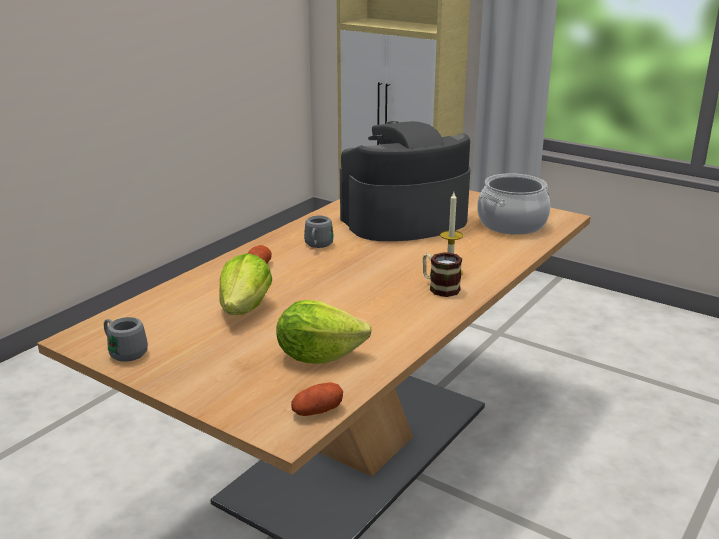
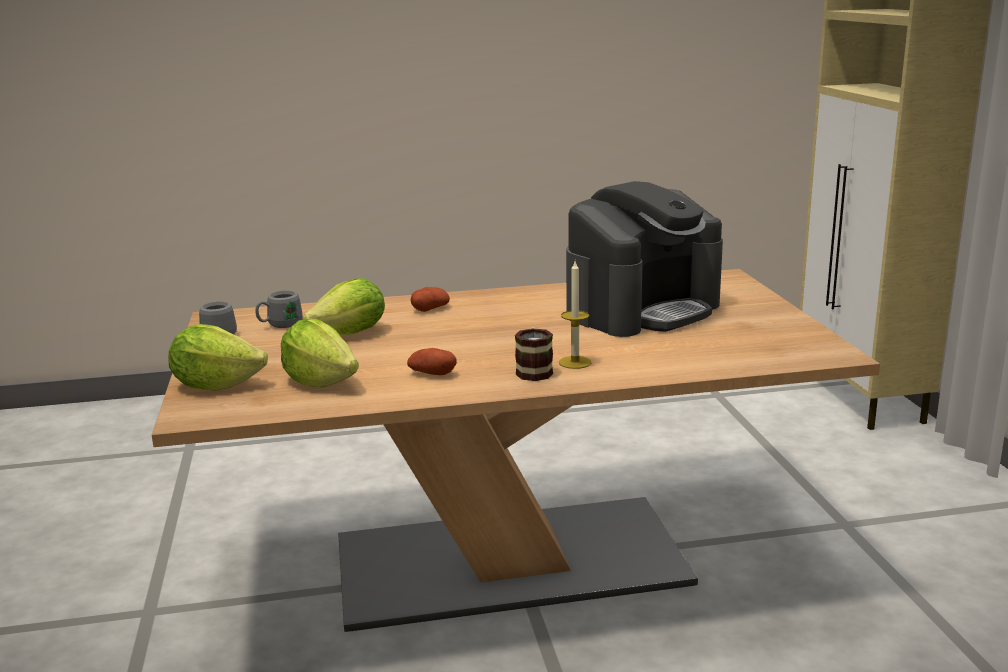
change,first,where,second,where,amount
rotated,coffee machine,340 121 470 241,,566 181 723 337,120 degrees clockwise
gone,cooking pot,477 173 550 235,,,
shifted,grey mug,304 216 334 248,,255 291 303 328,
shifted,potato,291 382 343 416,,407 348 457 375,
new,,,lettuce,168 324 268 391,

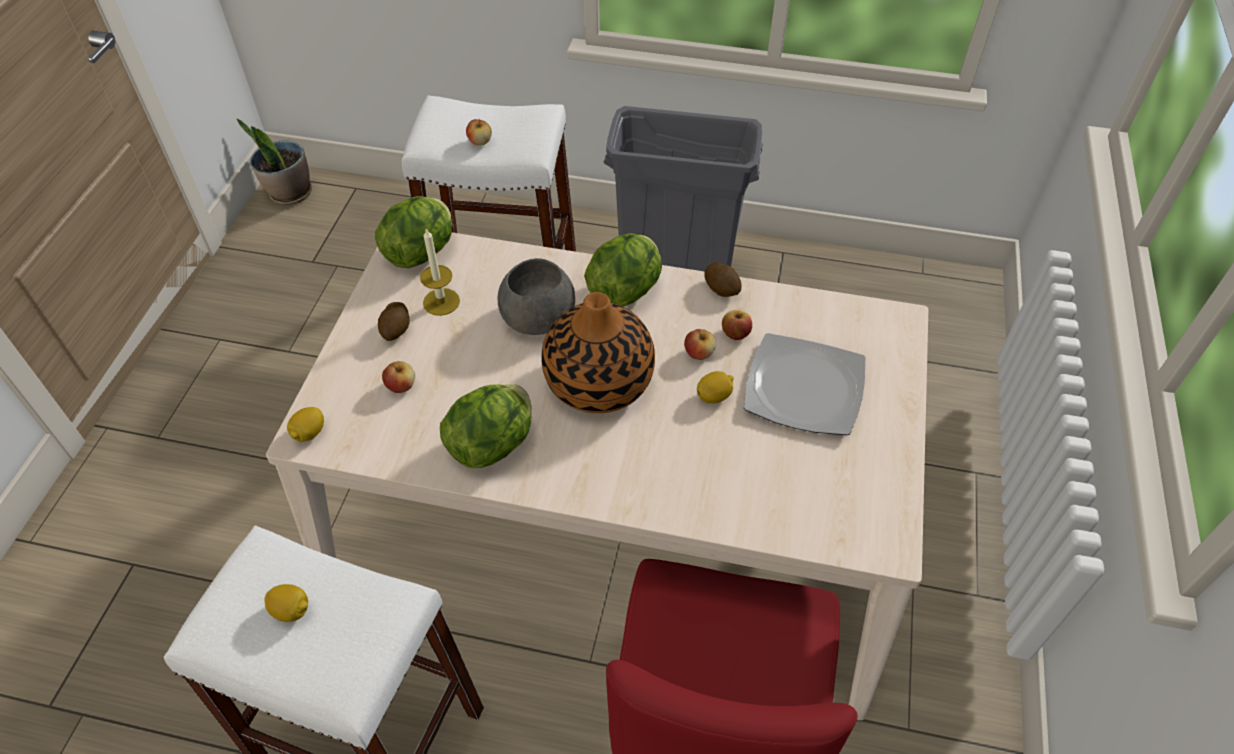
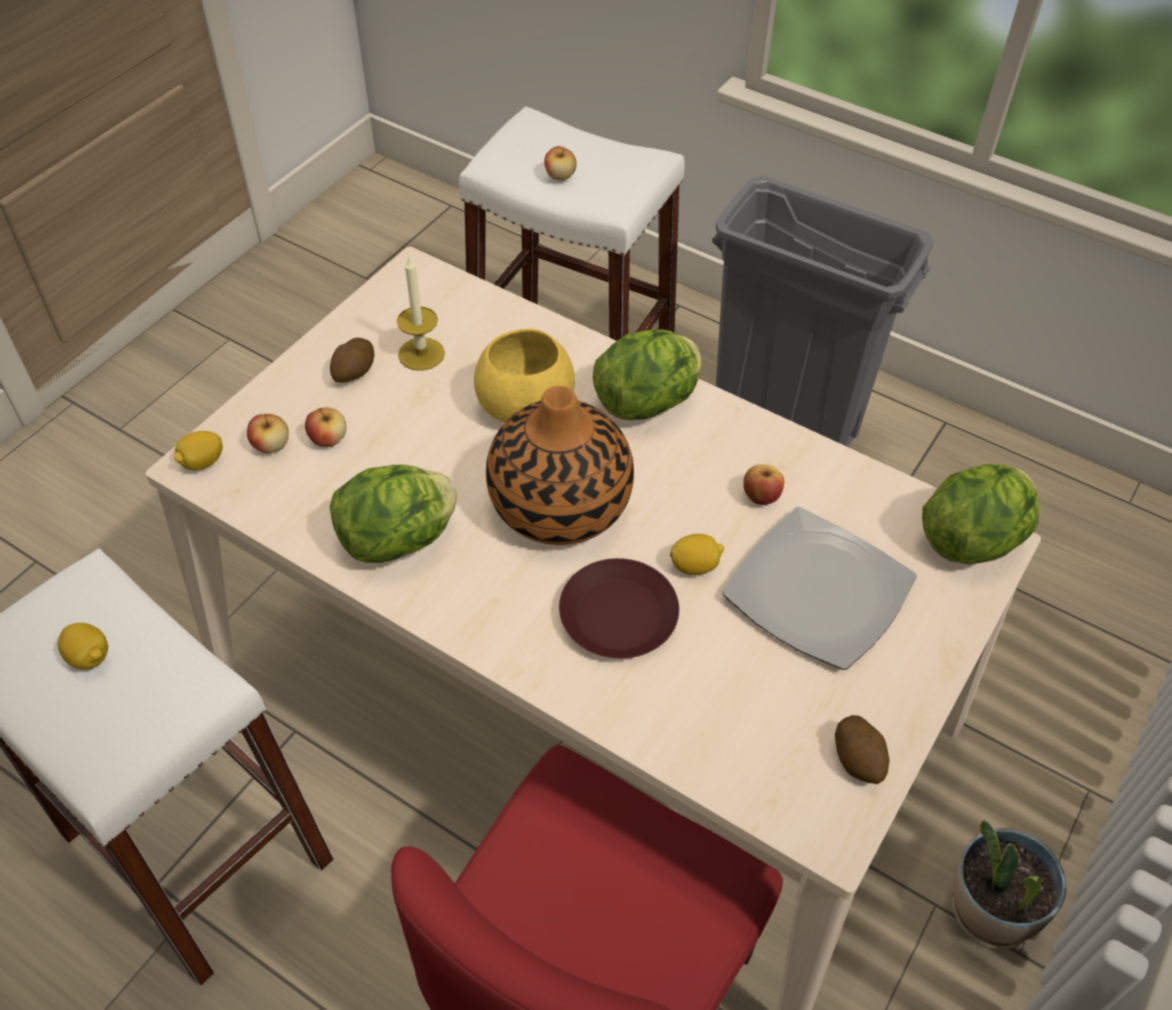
change,first,where,second,where,amount
shifted,potted plant,237 119 312 205,,953 820 1067 949,
shifted,lettuce,375 196 452 268,,922 464 1040 564,
repainted,grey bowl,498 258 575 335,yellow bowl,474 329 575 423,
shifted,potato,704 262 742 297,,835 715 889 784,
shifted,apple,684 329 716 360,,247 414 289 454,
new,,,brown plate,559 558 679 659,

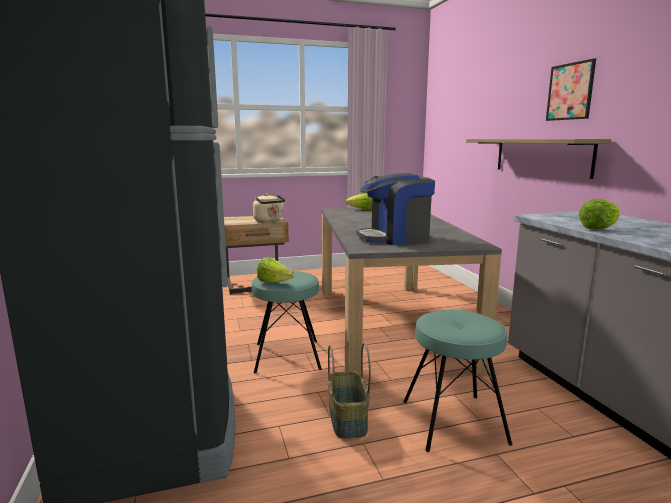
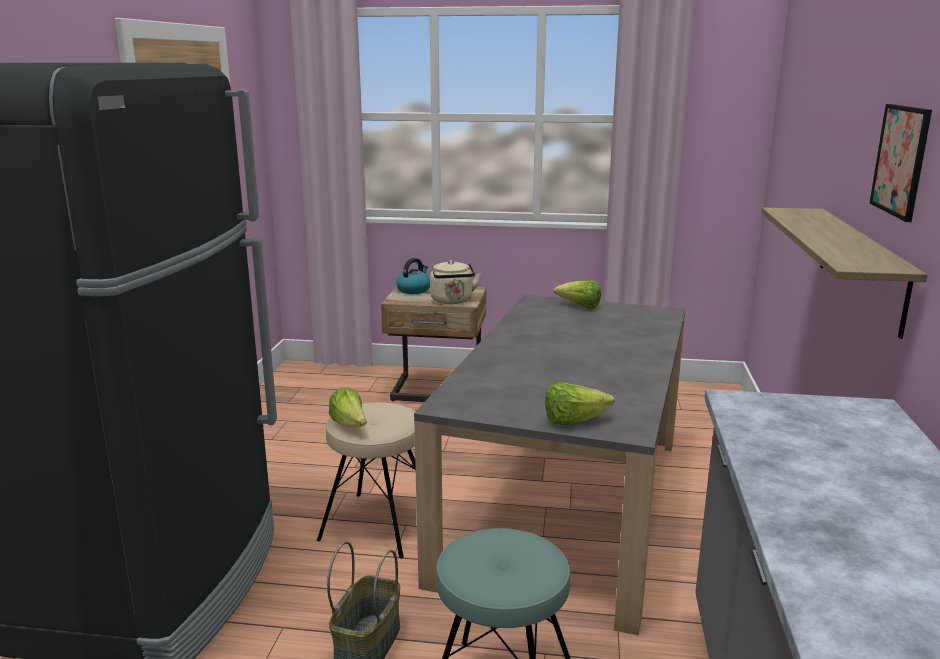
change,first,where,second,where,amount
gone,coffee machine,356 173 435 245,,,
shifted,lettuce,578 199 619 230,,545 382 614 425,
repainted,turquoise stool,252 271 322 374,beige stool,317 402 416 559,
new,,,kettle,396 258 430 294,

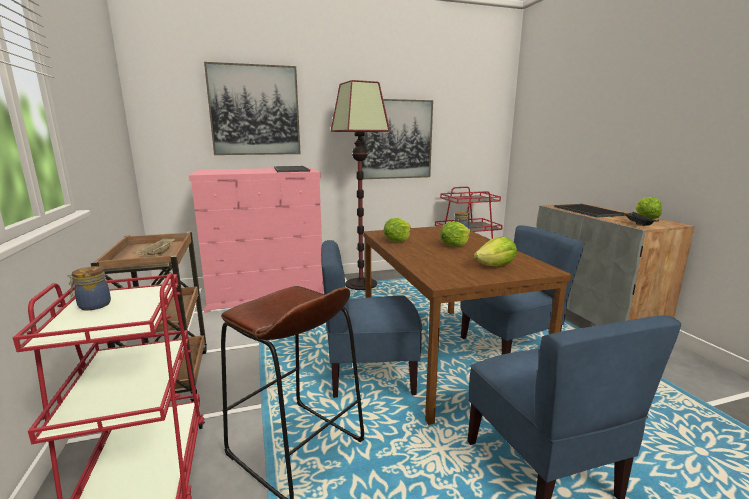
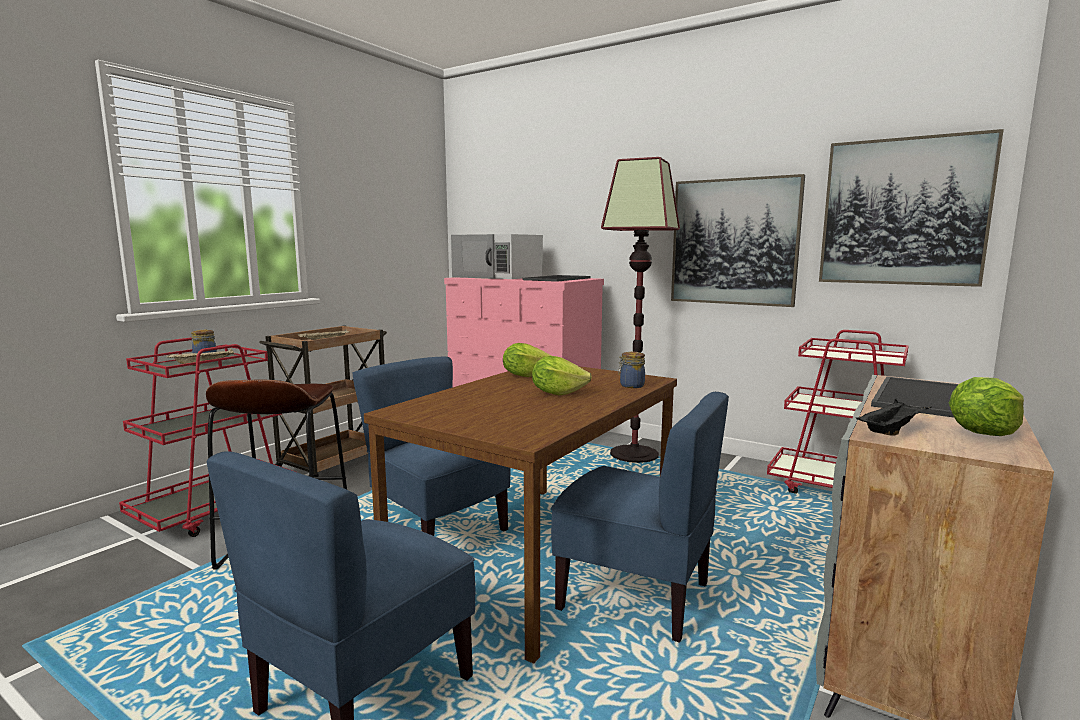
change,first,where,second,where,amount
shifted,picture,204 62 301 155,,819 129 1004 287,
gone,lettuce,474 237 517 266,,,
new,,,white microwave,451 234 543 279,
new,,,beige tray,167 349 235 366,

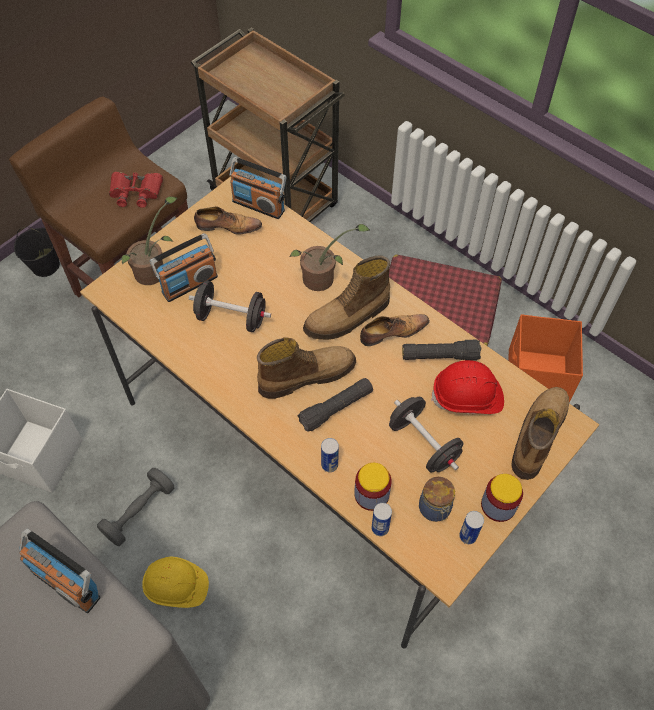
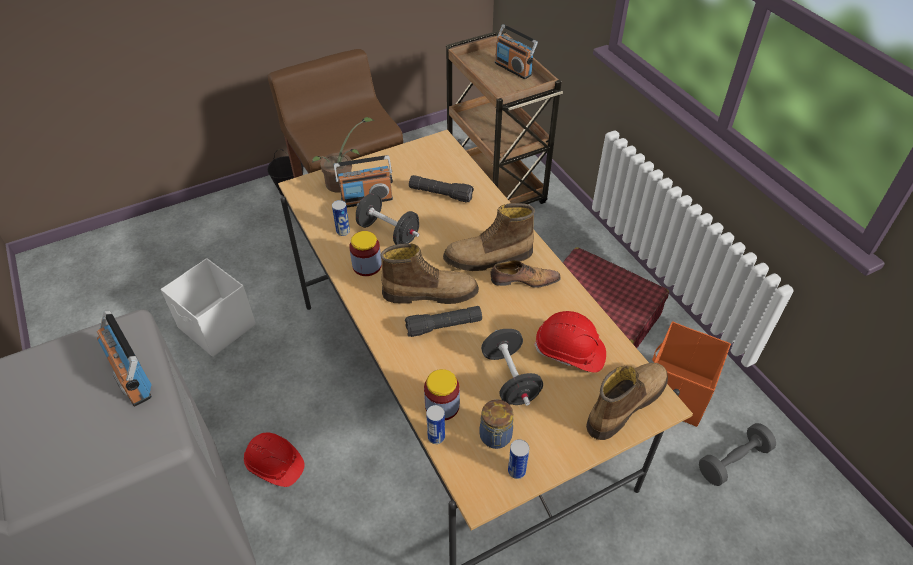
change,first,where,second,where,amount
shifted,radio,230 157 286 219,,495 24 538 79,
gone,red binoculars,109 172 163 208,,,
gone,shoe,194 206 262 234,,,
gone,potted plant,290 224 370 291,,,
shifted,black flashlight,402 340 481 361,,409 175 474 203,
shifted,can,321 438 339 472,,332 200 350 236,
shifted,grey dumbbell,97 468 174 546,,699 423 776 486,
shifted,jar,481 474 523 522,,349 231 382 276,
repainted,yellow hard hat,142 557 209 608,red hard hat,244 433 305 487,

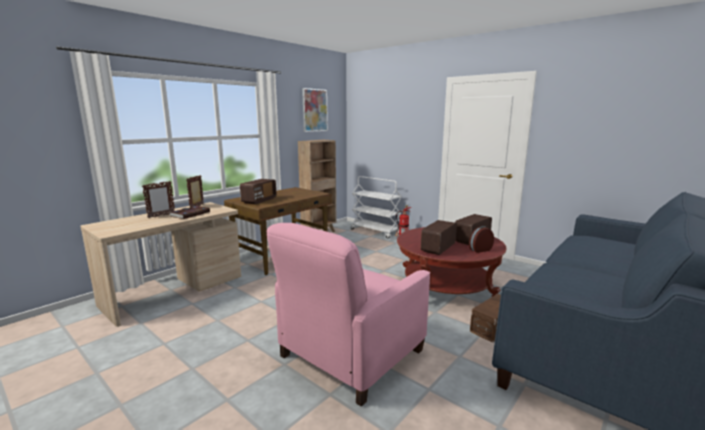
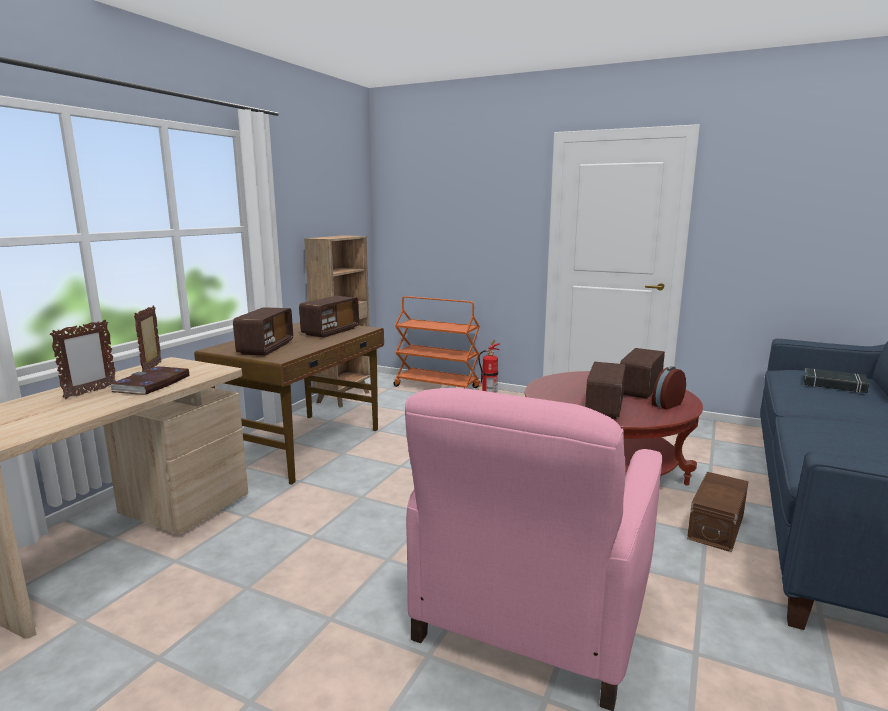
change,first,where,second,where,amount
gone,picture,302 88 328 132,,,
repainted,white cart,351 176 402 239,orange cart,394 296 480 389,
new,,,radio,299 296 359 338,
new,,,black book,804 368 869 393,

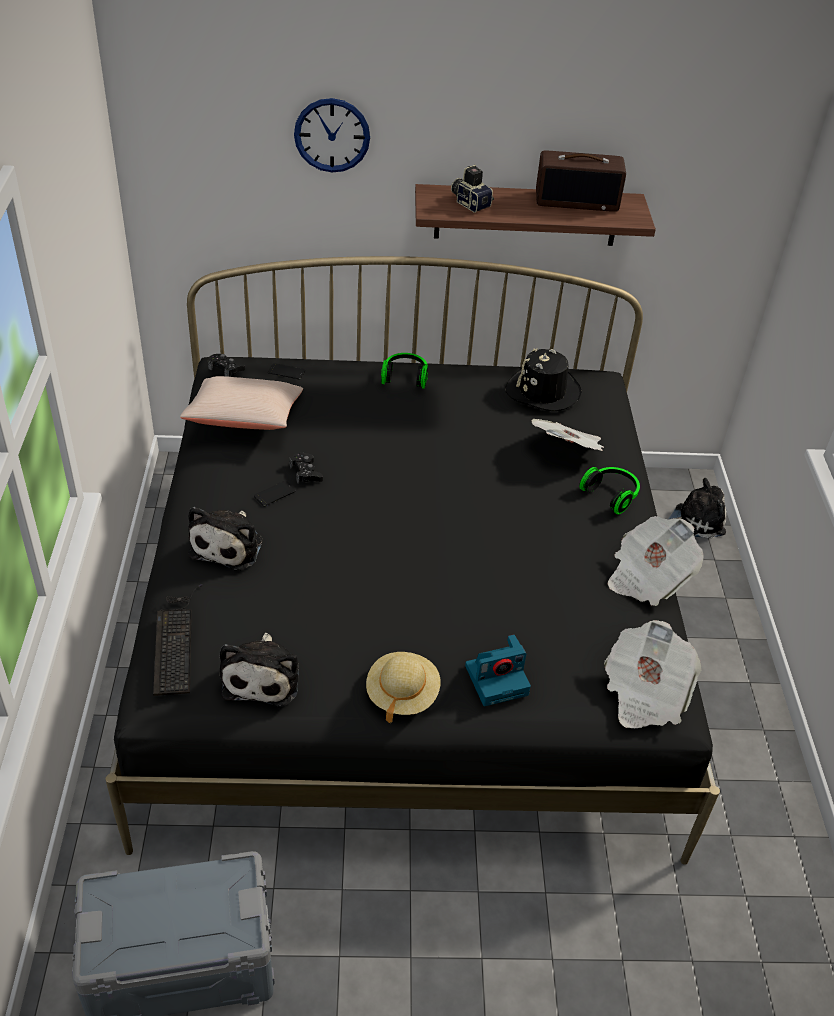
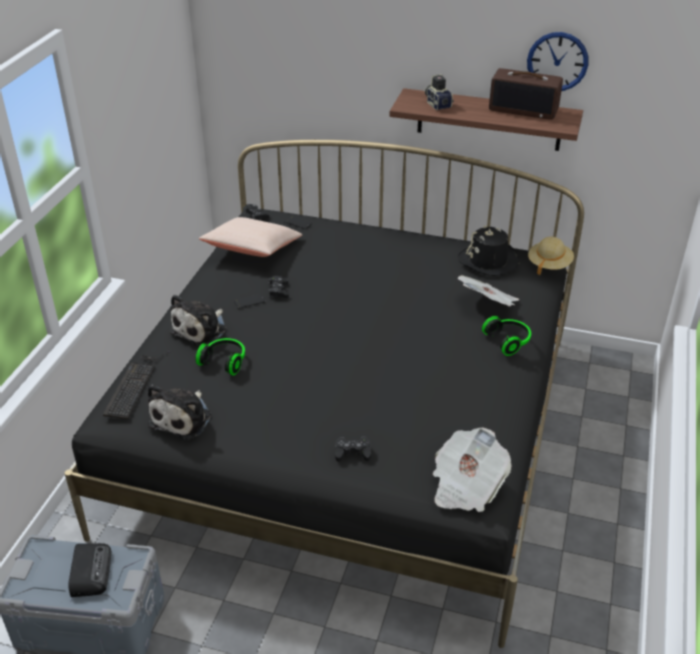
change,first,where,second,where,amount
shifted,wall clock,294 98 370 172,,527 32 588 91,
shifted,headphones,381 353 428 389,,196 338 245 375,
gone,plush toy,668 478 726 539,,,
gone,newspaper,608 516 704 606,,,
swapped,photo camera,465 634 531 706,black game controller,335 437 371 462,
shifted,beige hat,366 652 440 723,,528 237 574 275,
new,,,radio,68 543 111 597,

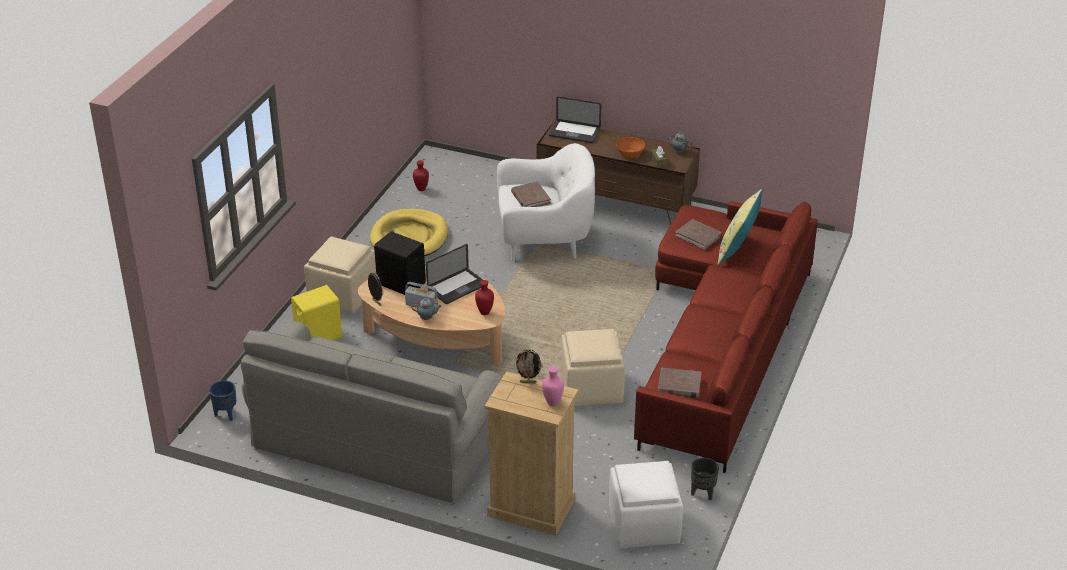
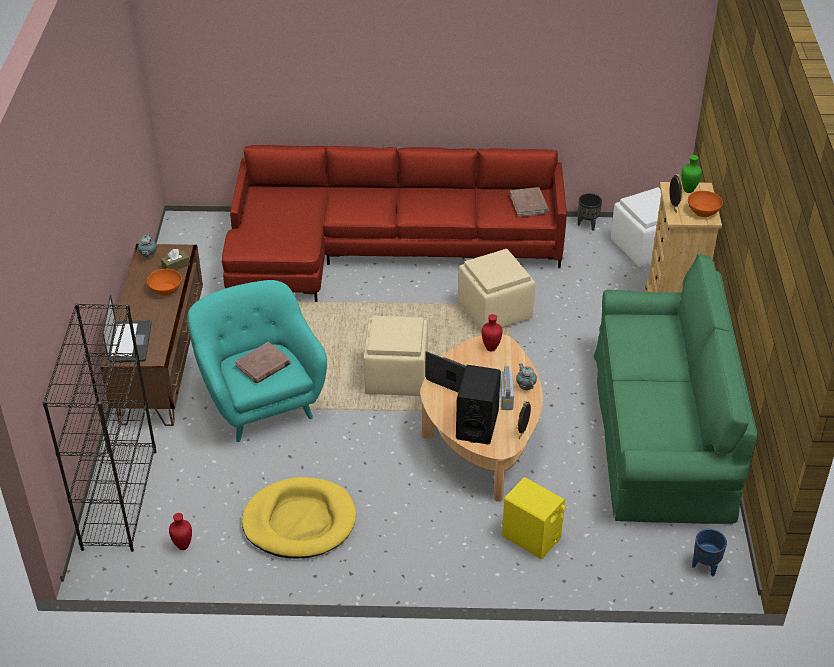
change,first,where,second,where,amount
repainted,white armchair,497 143 595 262,turquoise armchair,187 280 327 442,
gone,yellow pillow,718 189 762 265,,,
gone,brown book,675 219 721 250,,,
shifted,beige ottoman,304 236 376 314,,363 316 428 396,
repainted,grey sofa,241 321 503 503,green sofa,593 254 757 524,
repainted,pink vase,542 366 564 406,green vase,681 155 702 193,
new,,,orange bowl,688 191 723 217,
new,,,black bookcase,42 303 156 552,

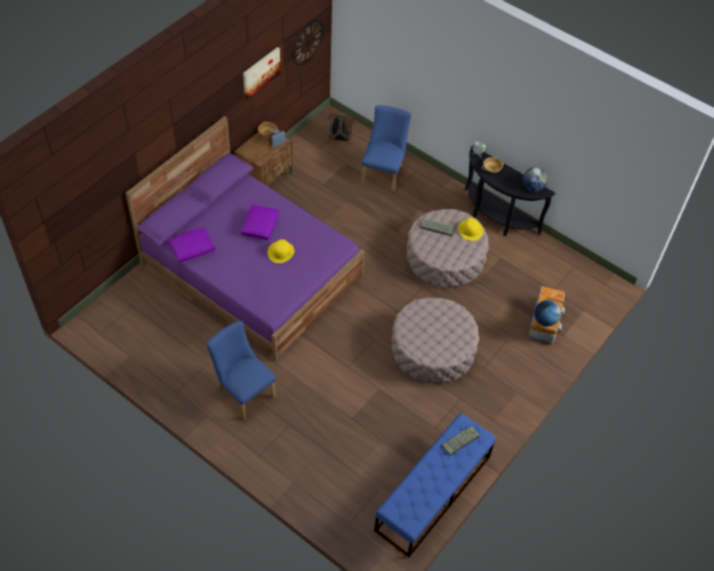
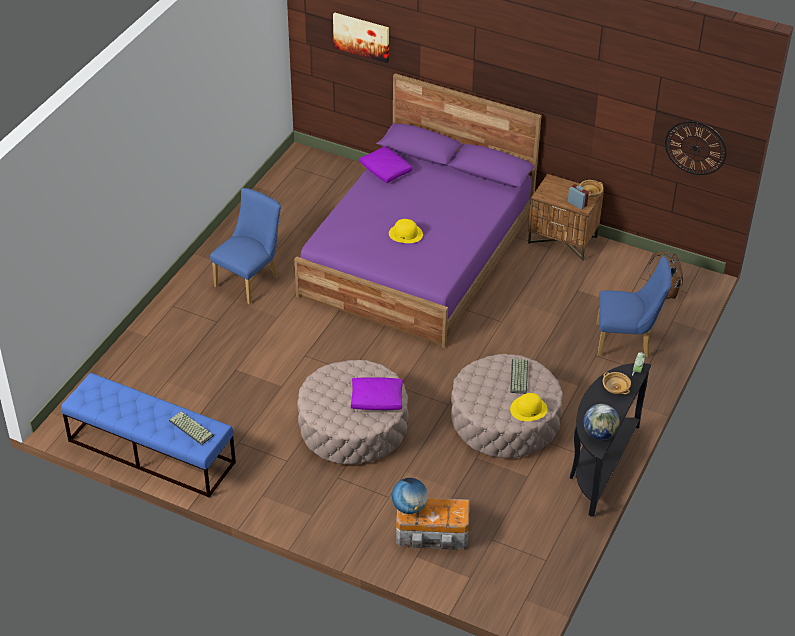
change,first,where,second,where,amount
shifted,picture,243 47 281 99,,333 12 389 63,
shifted,purple pillow,241 205 279 240,,351 377 403 410,

